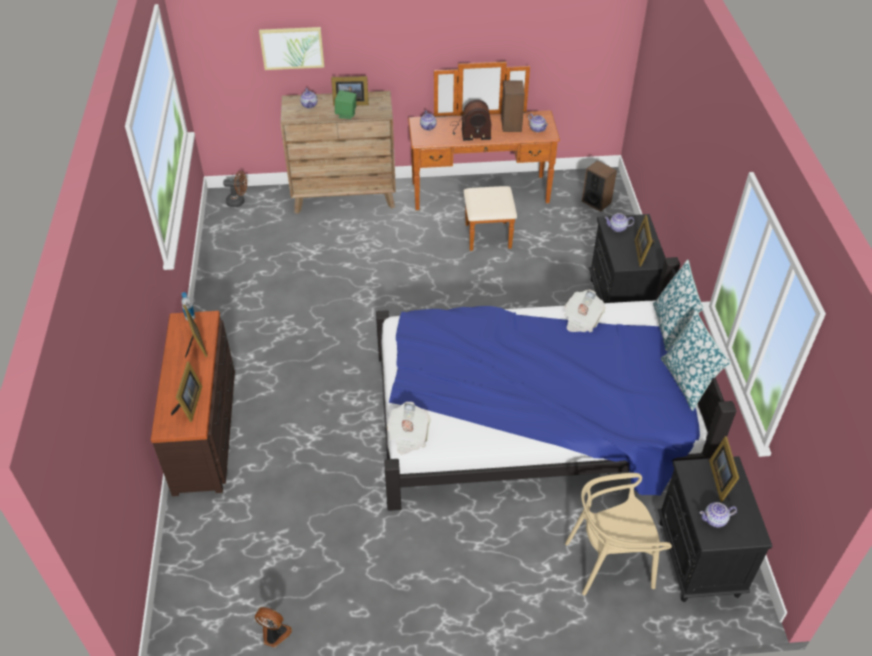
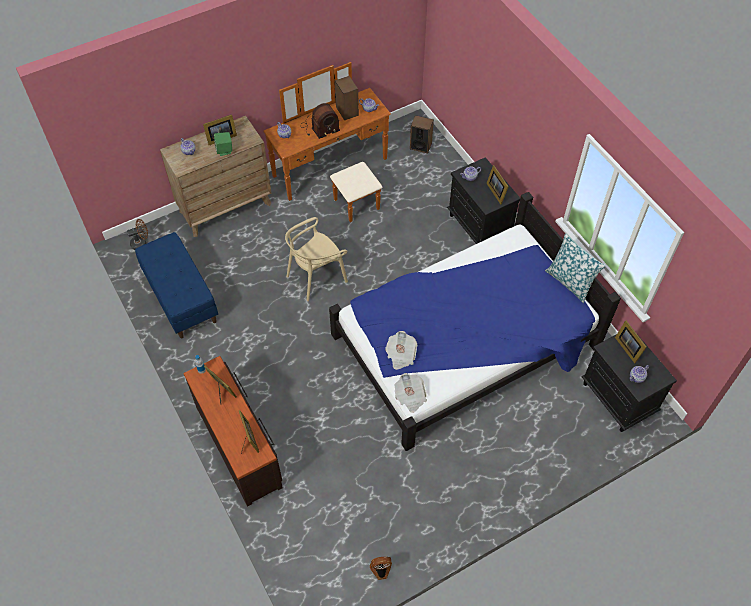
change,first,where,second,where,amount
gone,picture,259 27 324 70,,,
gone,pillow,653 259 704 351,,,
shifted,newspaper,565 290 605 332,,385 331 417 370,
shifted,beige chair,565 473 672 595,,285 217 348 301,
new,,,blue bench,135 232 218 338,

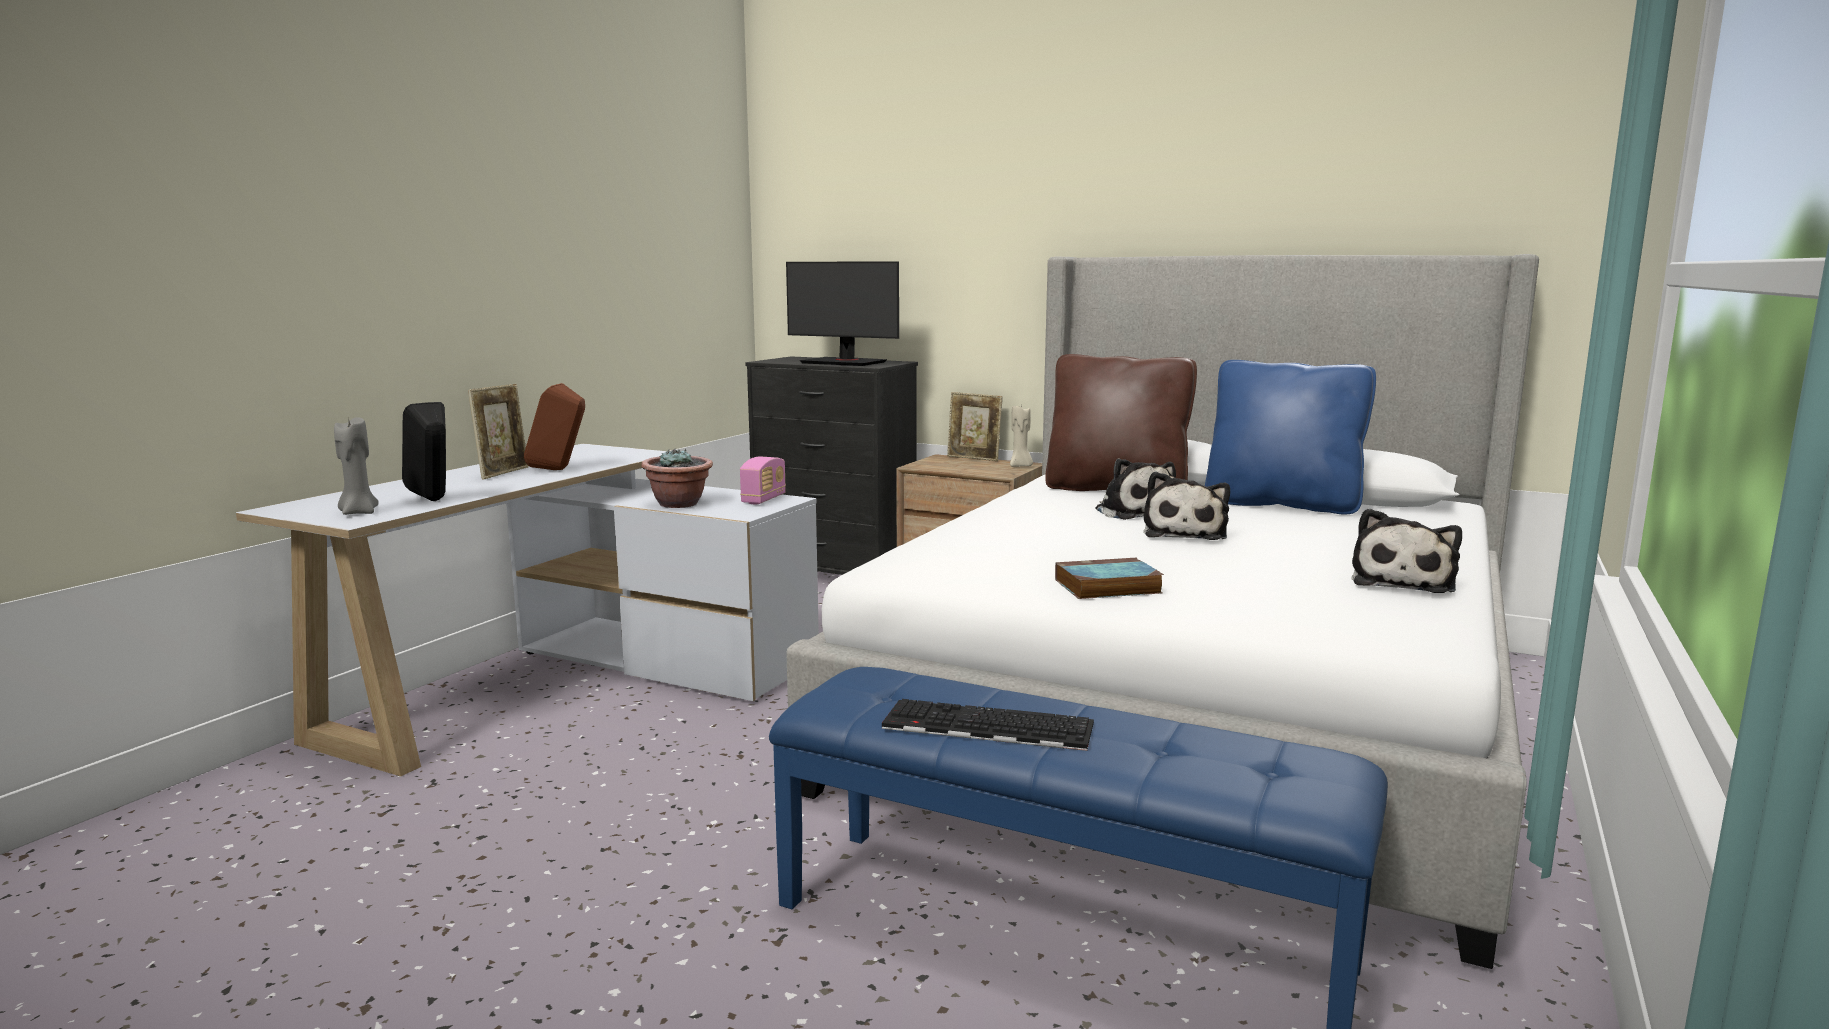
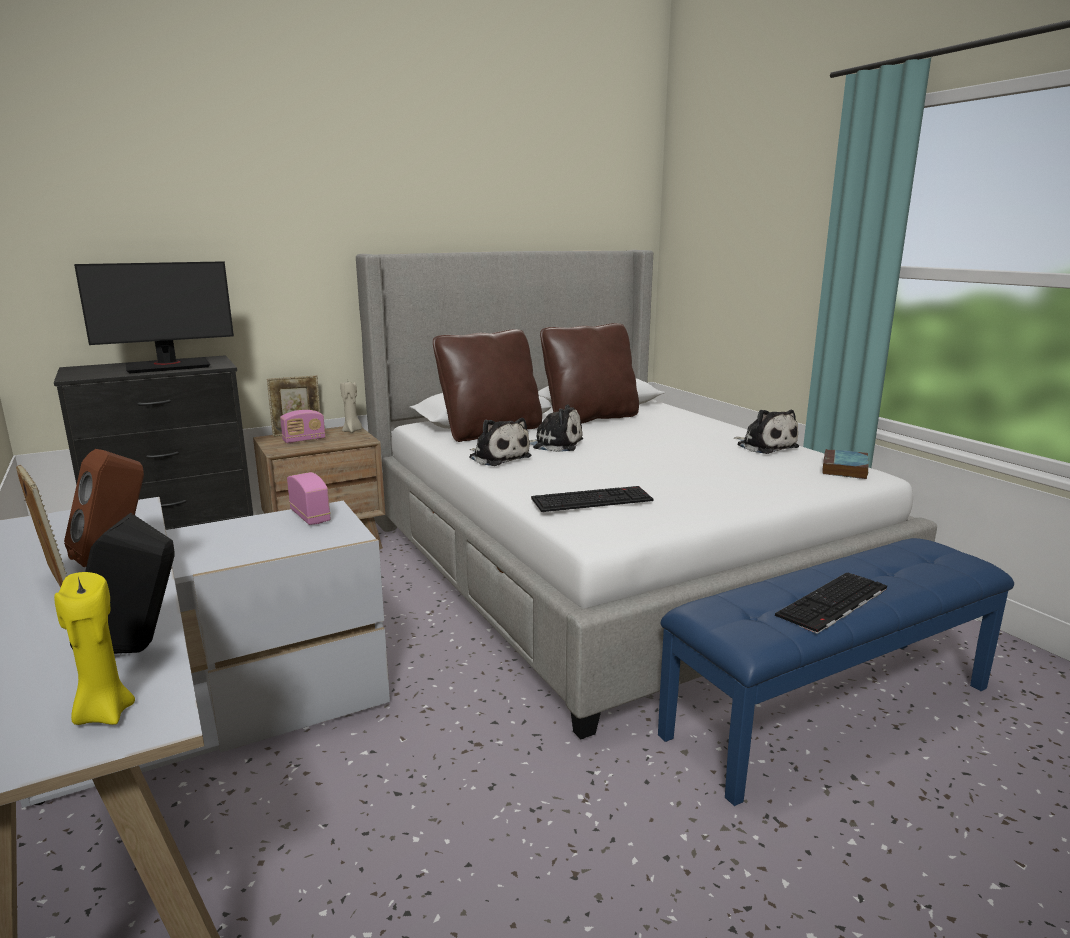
change,first,where,second,where,amount
repainted,blue pillow,1205 360 1376 514,brown pillow,540 323 639 424,
repainted,grey candle,334 417 379 515,yellow candle,54 572 135 725,
gone,potted plant,641 448 713 508,,,
shifted,plush toy,1144 471 1230 540,,469 418 531 466,
shifted,book,1055 558 1164 599,,822 449 869 479,
new,,,radio,280 410 325 443,
new,,,keyboard,531 486 654 512,

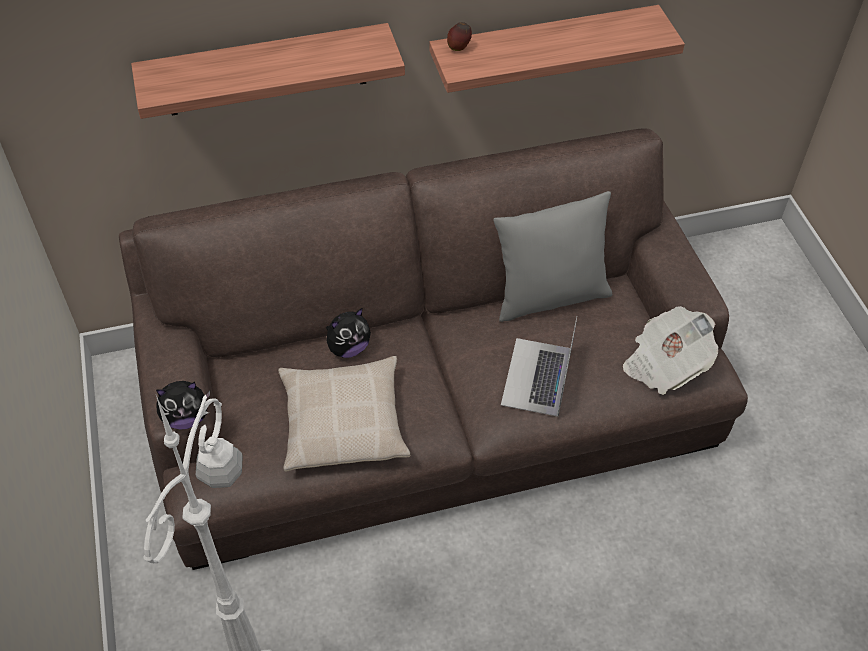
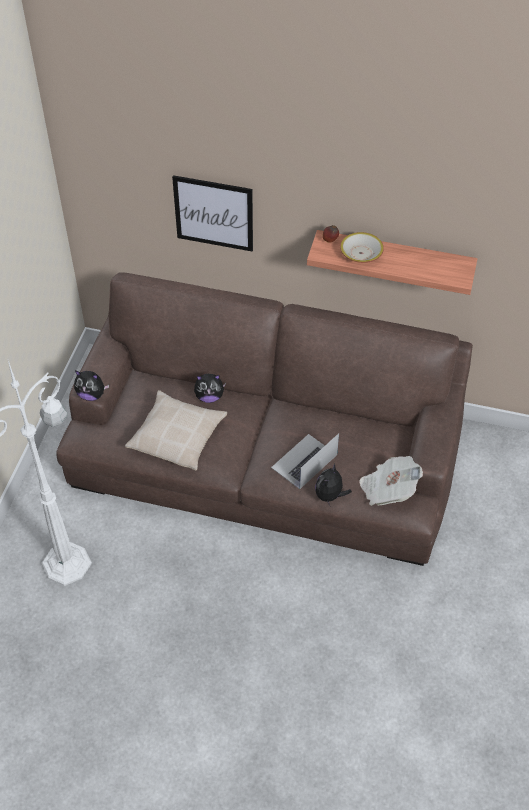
change,first,where,second,where,amount
swapped,shelf,131 23 405 119,picture,172 175 253 252,
gone,grey pillow,494 191 612 322,,,
new,,,bowl,340 232 384 263,
new,,,plush toy,315 464 352 506,

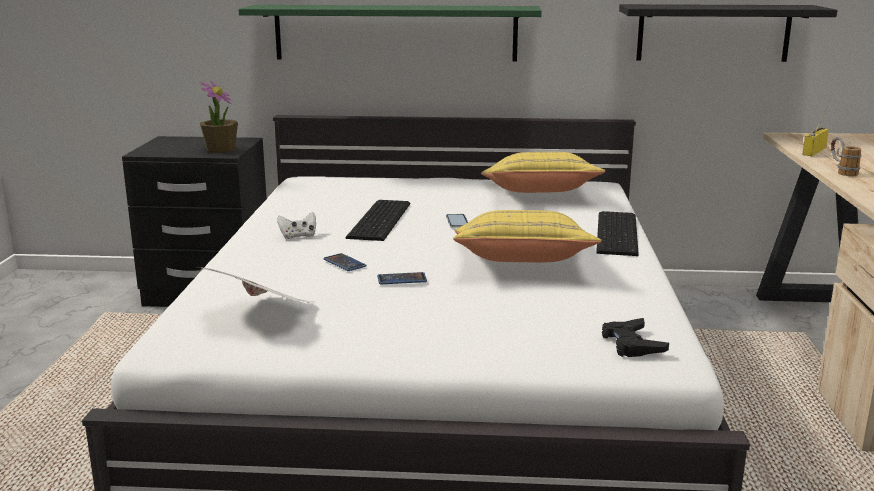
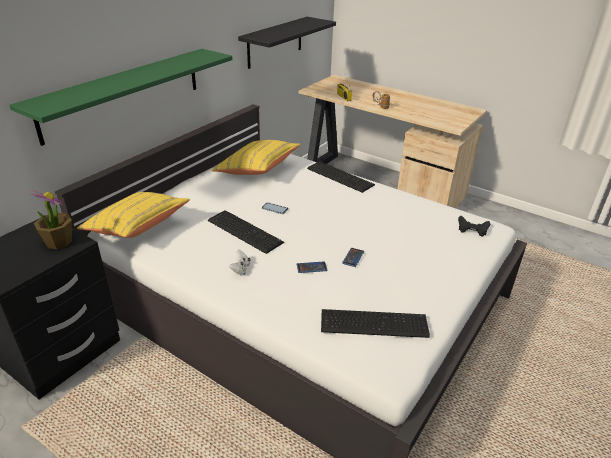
change,first,where,second,where,amount
shifted,yellow pillow,453 210 602 262,,77 192 190 238,
swapped,newspaper,202 268 315 303,keyboard,321 309 430 338,

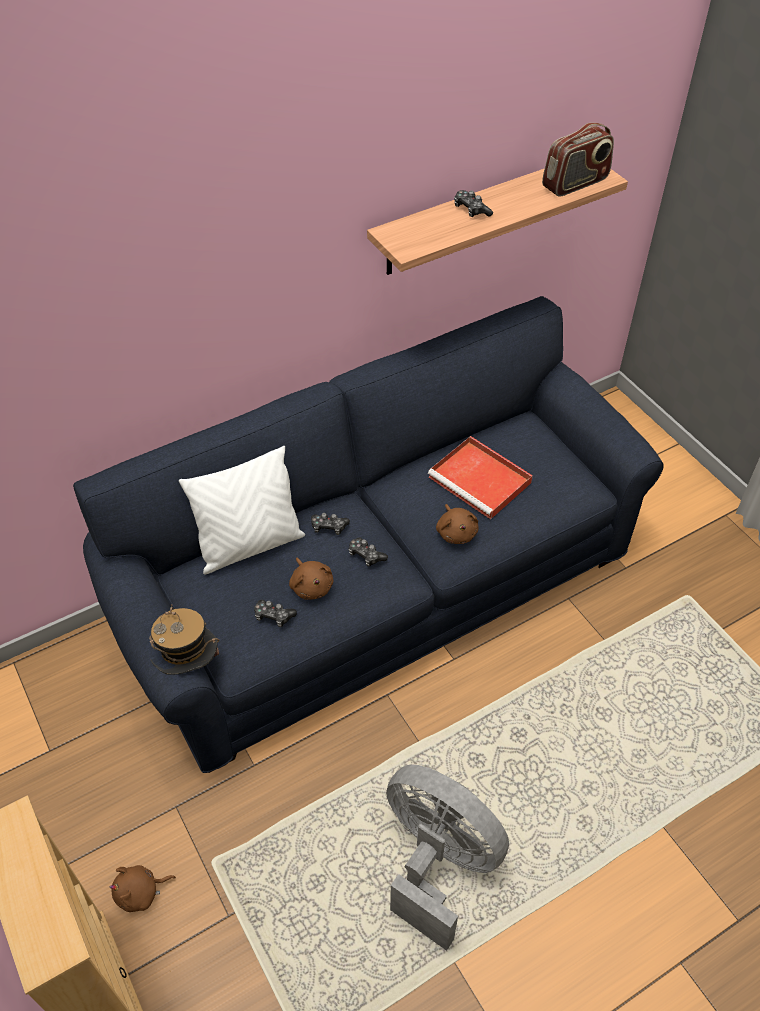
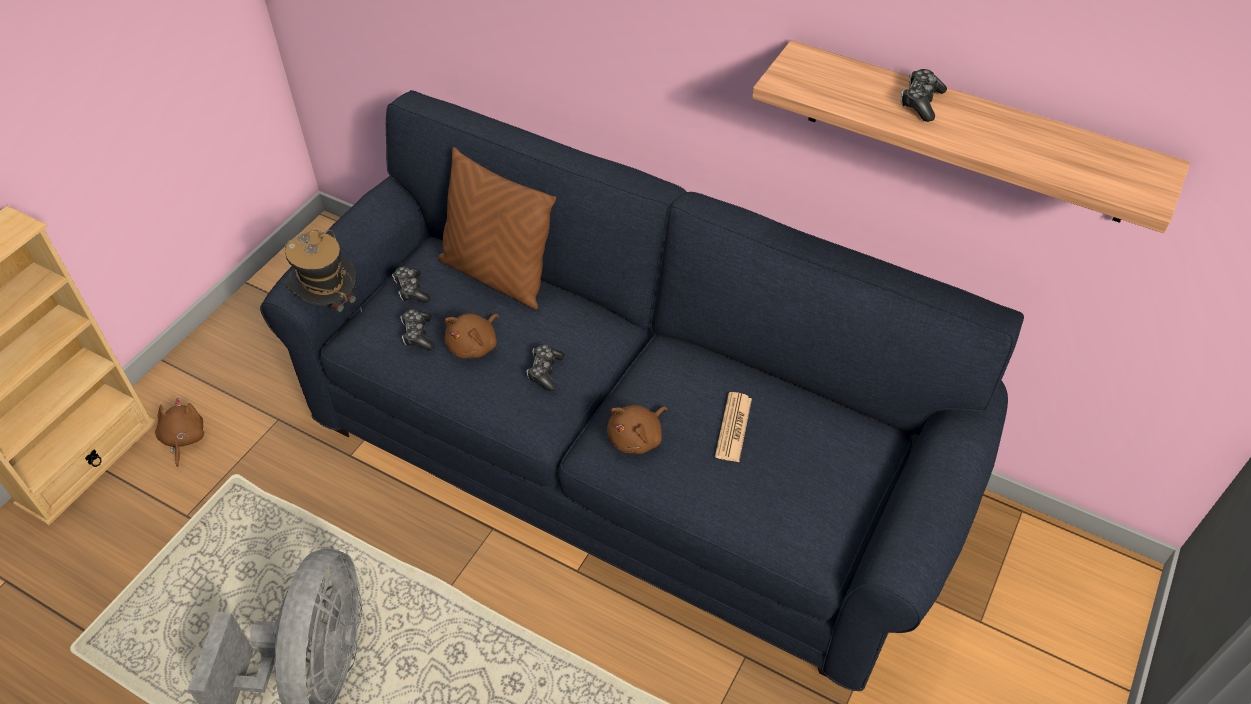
change,first,where,second,where,amount
gone,radio,542 123 614 197,,,
swapped,red tray,428 436 533 519,newspaper,715 392 752 462,
repainted,white pillow,179 446 305 574,brown pillow,438 147 556 309,
shifted,game controller,311 513 350 535,,392 267 431 303,
rotated,brown plush toy,109 865 176 912,,155 398 204 467,45 degrees clockwise

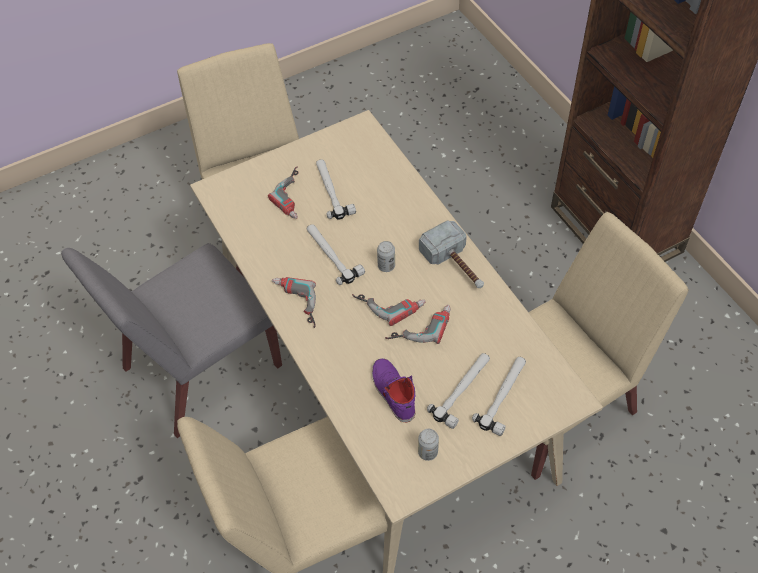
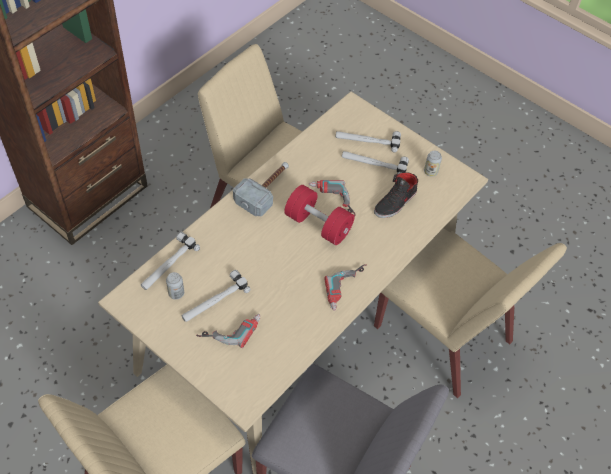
change,first,where,second,where,amount
shifted,hammer,307 224 365 285,,141 232 200 290,
shifted,can,377 241 395 272,,166 272 184 299,
swapped,power drill,352 294 425 326,red dumbbell,284 185 354 245,
repainted,purple shoe,372 358 415 423,black shoe,374 173 418 218,

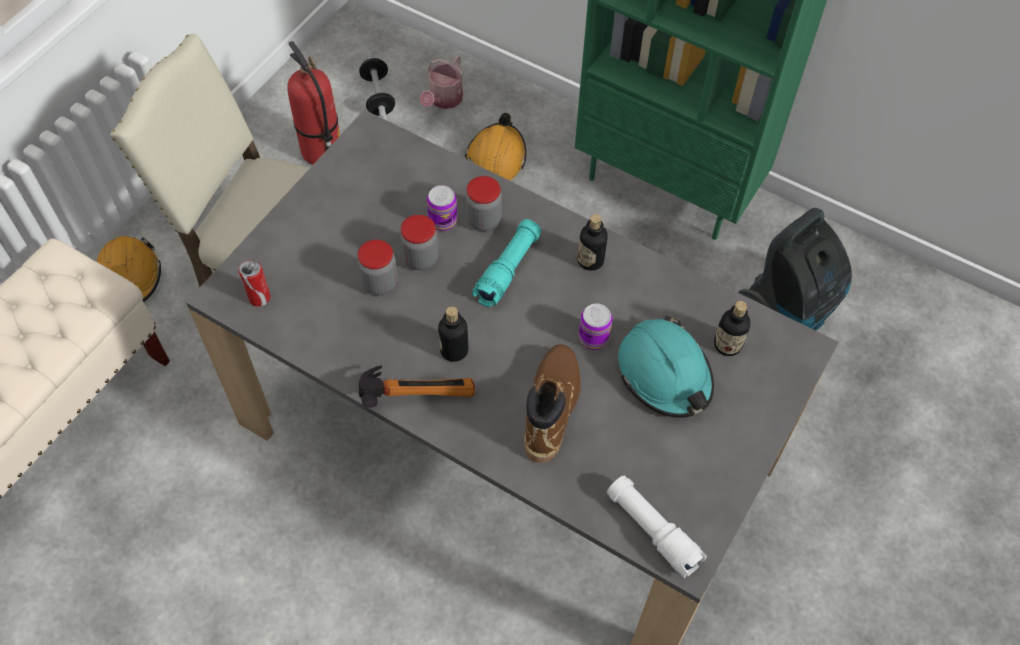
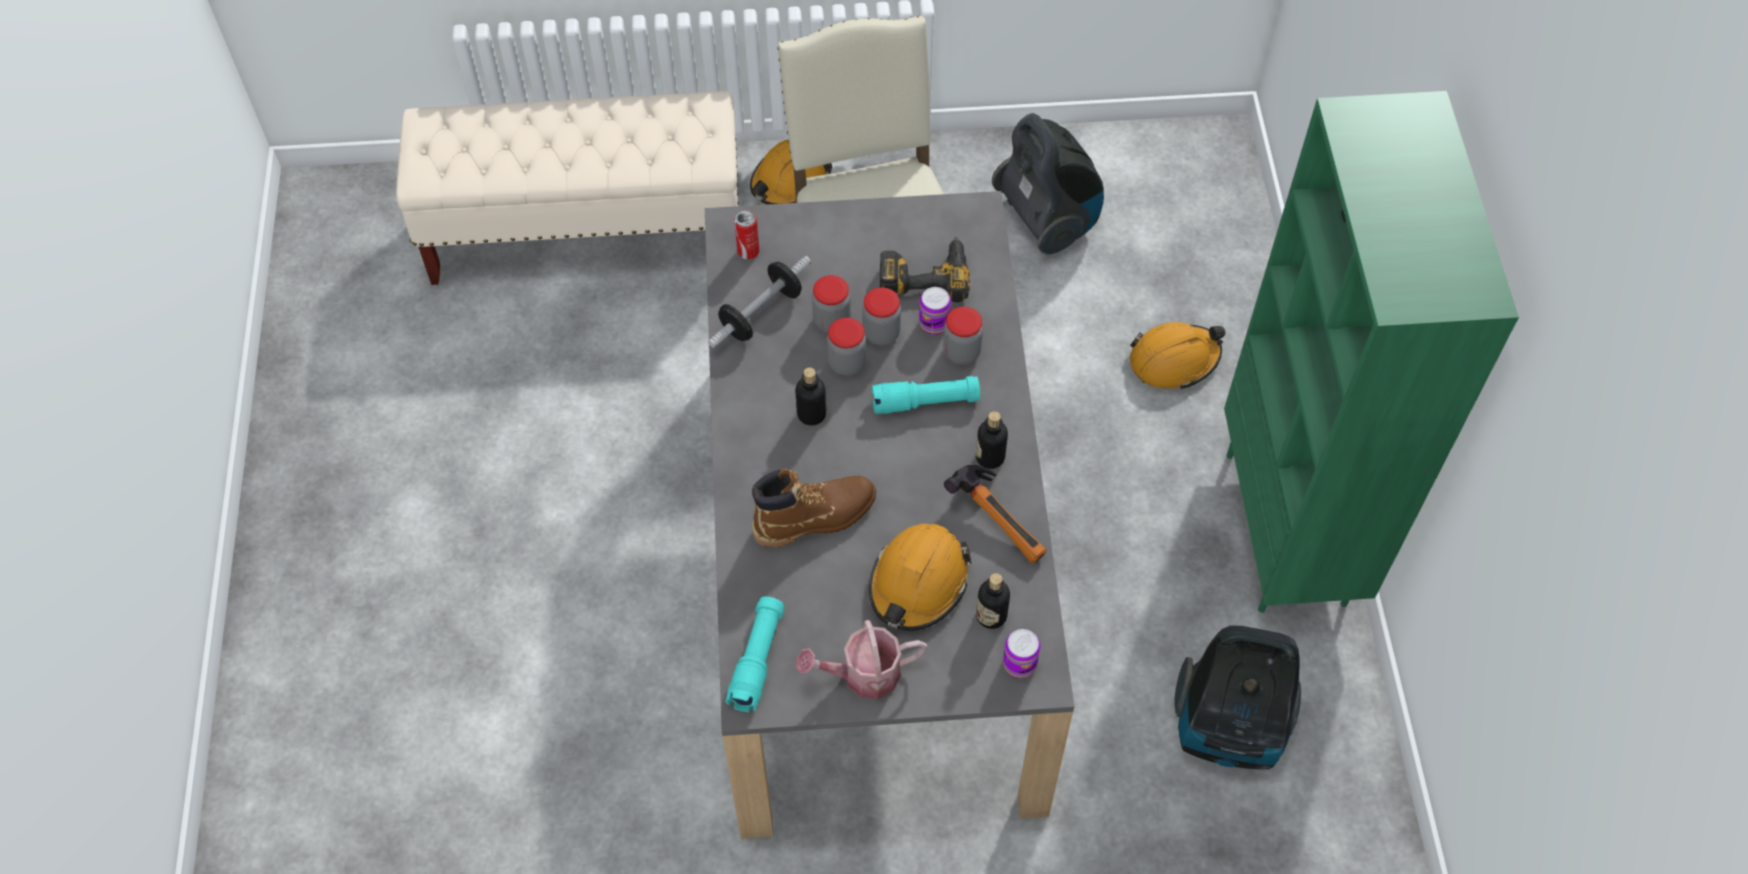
change,first,where,second,where,amount
swapped,fire extinguisher,287 41 340 165,vacuum cleaner,992 113 1104 254,
shifted,dumbbell,359 51 395 120,,708 256 811 348,
shifted,watering can,420 55 463 109,,796 620 927 699,
shifted,can,579 303 612 350,,1003 629 1040 678,
repainted,turquoise hard hat,618 316 714 418,orange hard hat,869 523 972 631,
shifted,hammer,359 365 475 408,,944 465 1046 563,
repainted,white flashlight,607 476 707 578,turquoise flashlight,725 597 784 712,
new,,,power drill,880 237 970 302,
new,,,jar,827 318 866 376,

